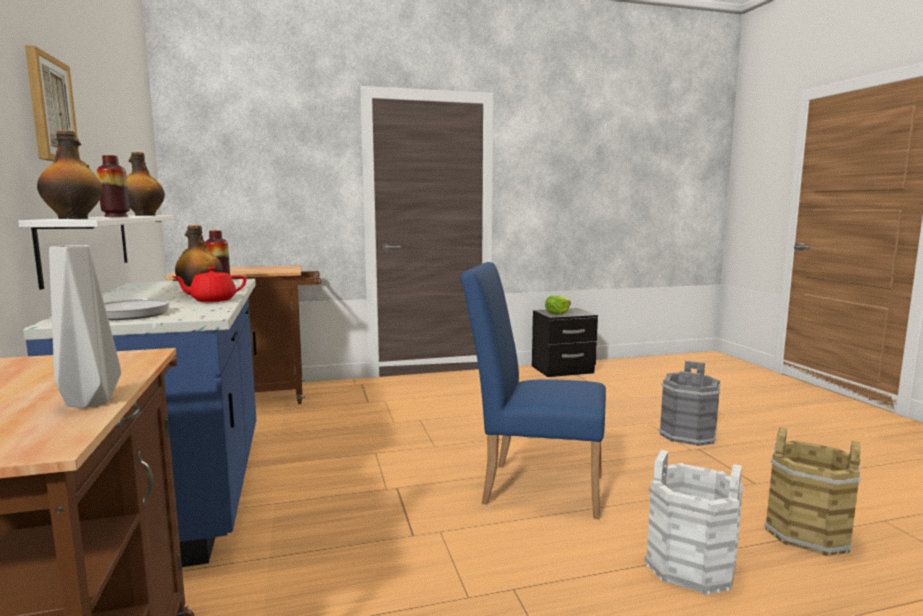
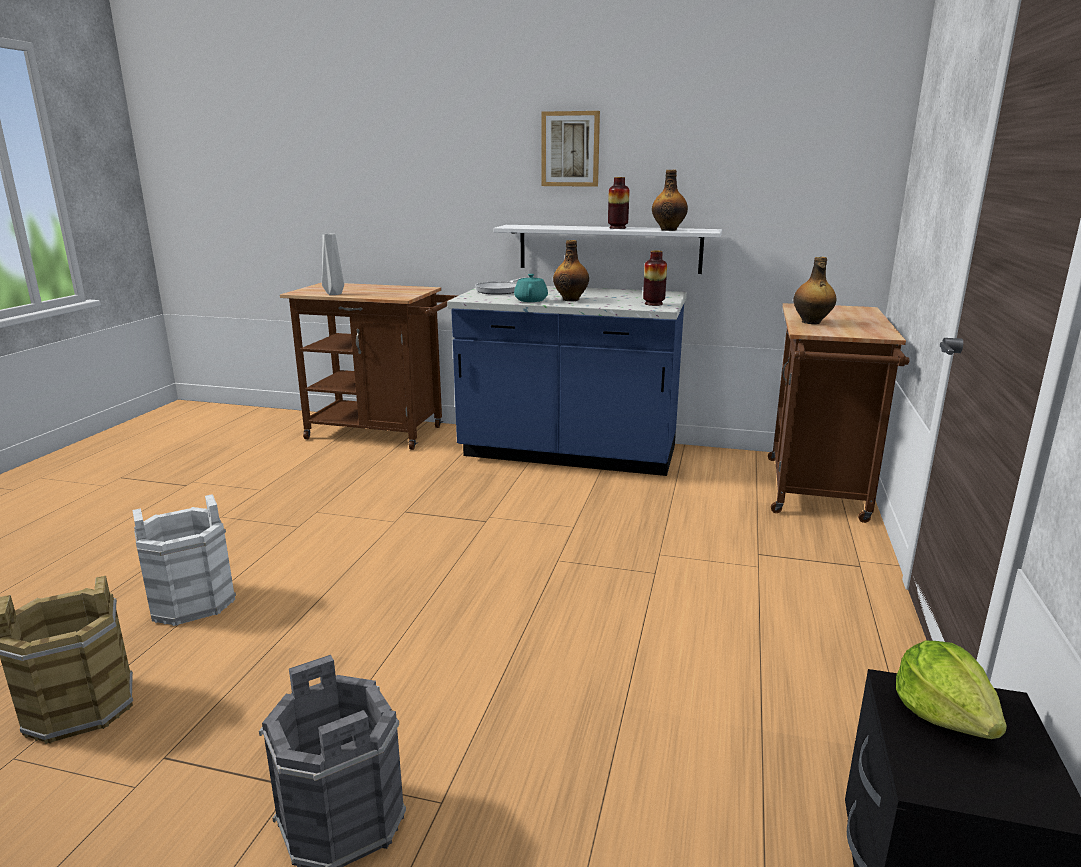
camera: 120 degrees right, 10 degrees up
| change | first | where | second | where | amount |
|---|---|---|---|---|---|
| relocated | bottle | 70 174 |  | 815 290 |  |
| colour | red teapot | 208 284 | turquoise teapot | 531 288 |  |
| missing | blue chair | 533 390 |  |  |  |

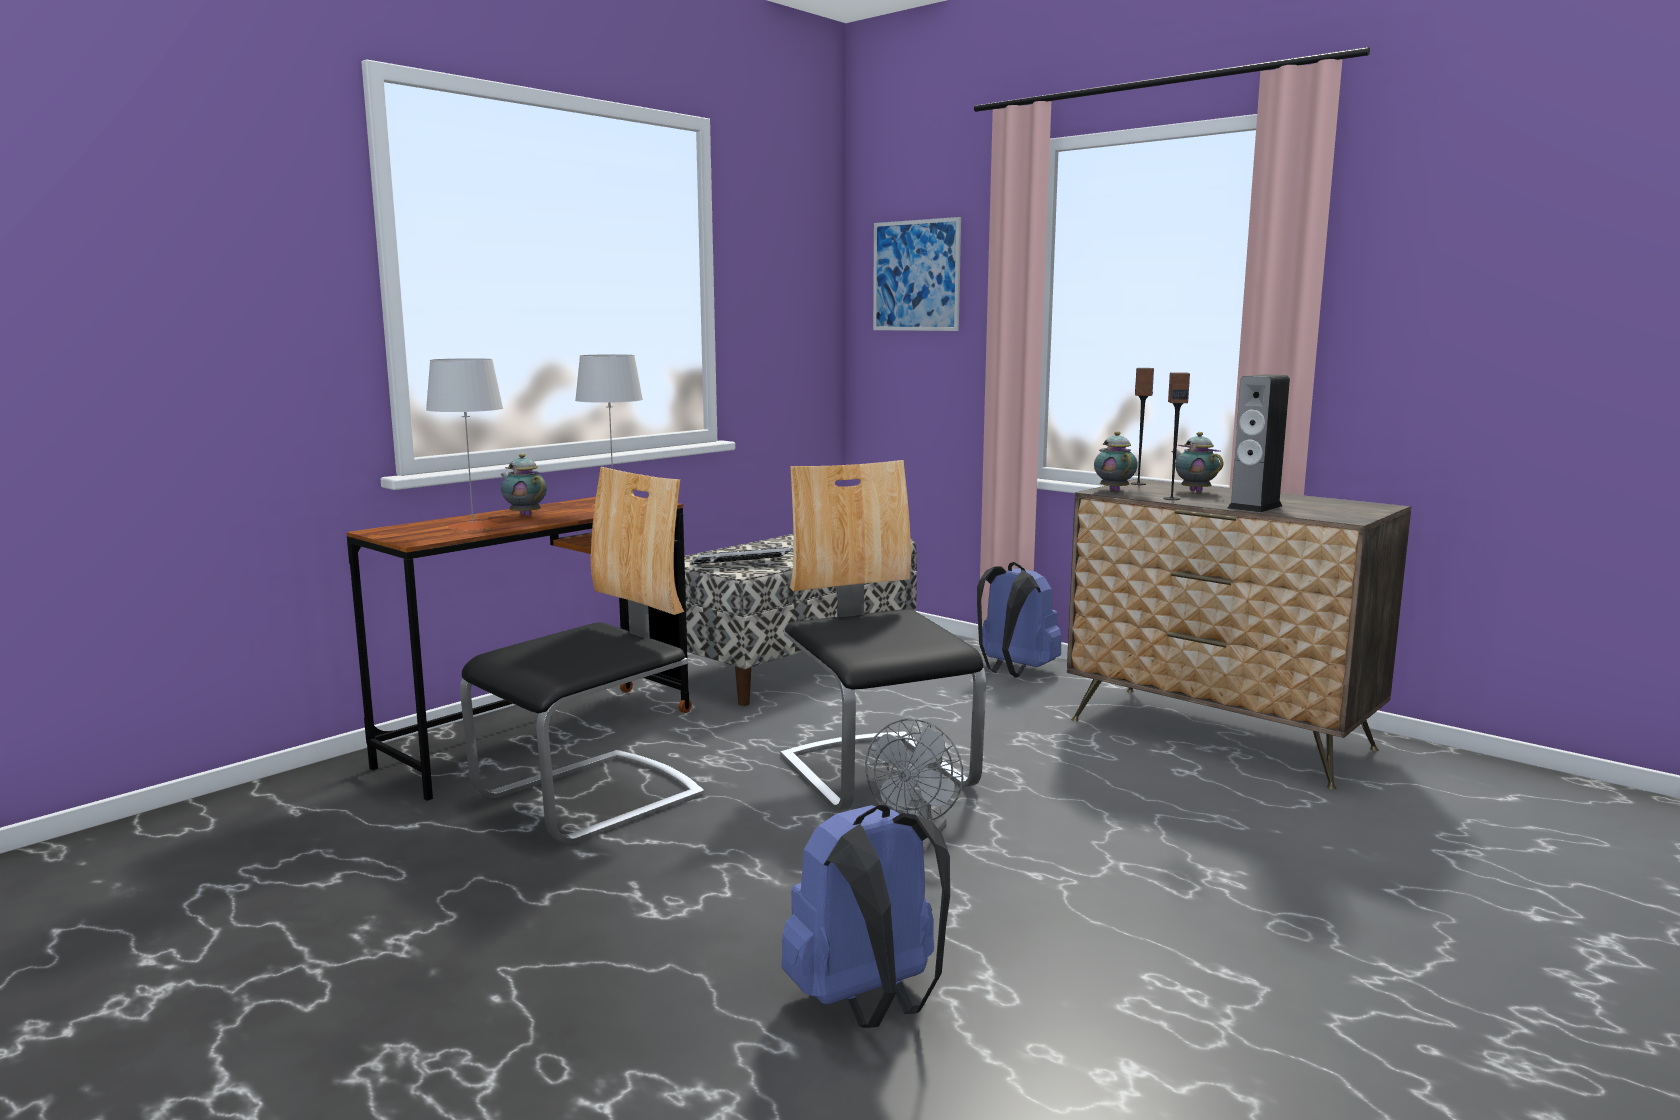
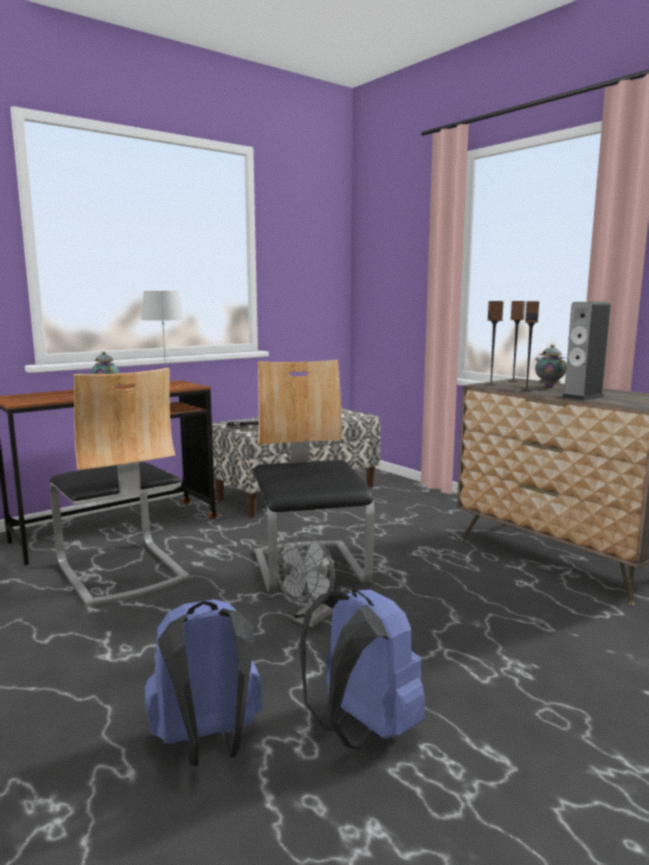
camera: 10 degrees right, 0 degrees up
| change | first | where | second | where | amount |
|---|---|---|---|---|---|
| missing | grey table lamp | 464 444 |  |  |  |
| spun | chair | 582 655 |  | 120 487 | 90 degrees clockwise |
| missing | picture | 917 274 |  |  |  |
| relocated | blue backpack | 1019 620 |  | 362 668 |  |
| exchanged | teapot | 1116 461 | speaker | 495 343 |  |

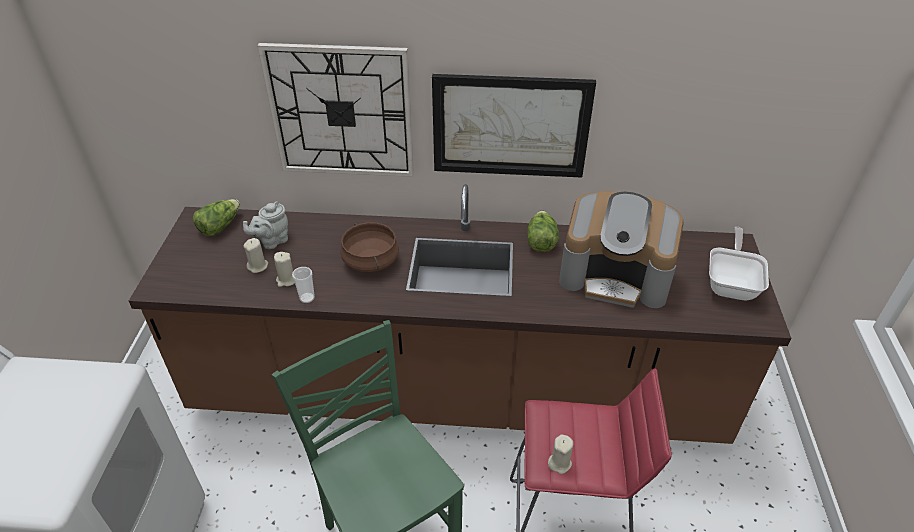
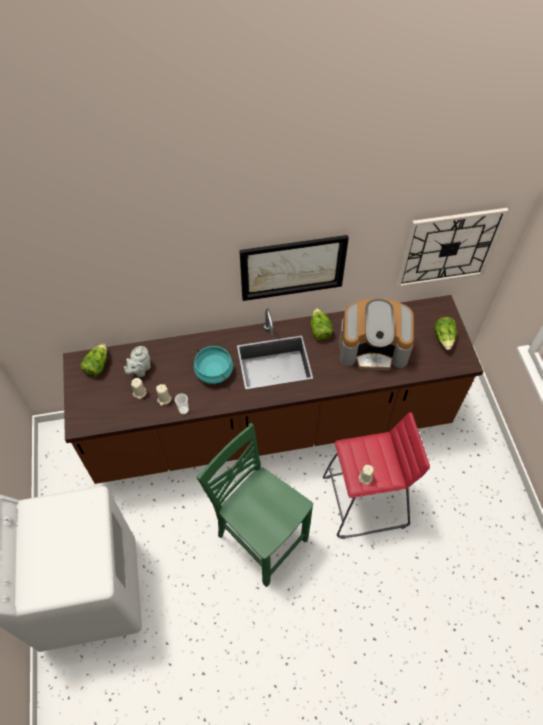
camera: 15 degrees left, 15 degrees up
| change | first | where | second | where | amount |
|---|---|---|---|---|---|
| relocated | wall clock | 335 110 |  | 453 247 |  |
| colour | brown cooking pot | 369 247 | turquoise cooking pot | 213 365 |  |
| exchanged | frying pan | 739 263 | lettuce | 445 333 |  |

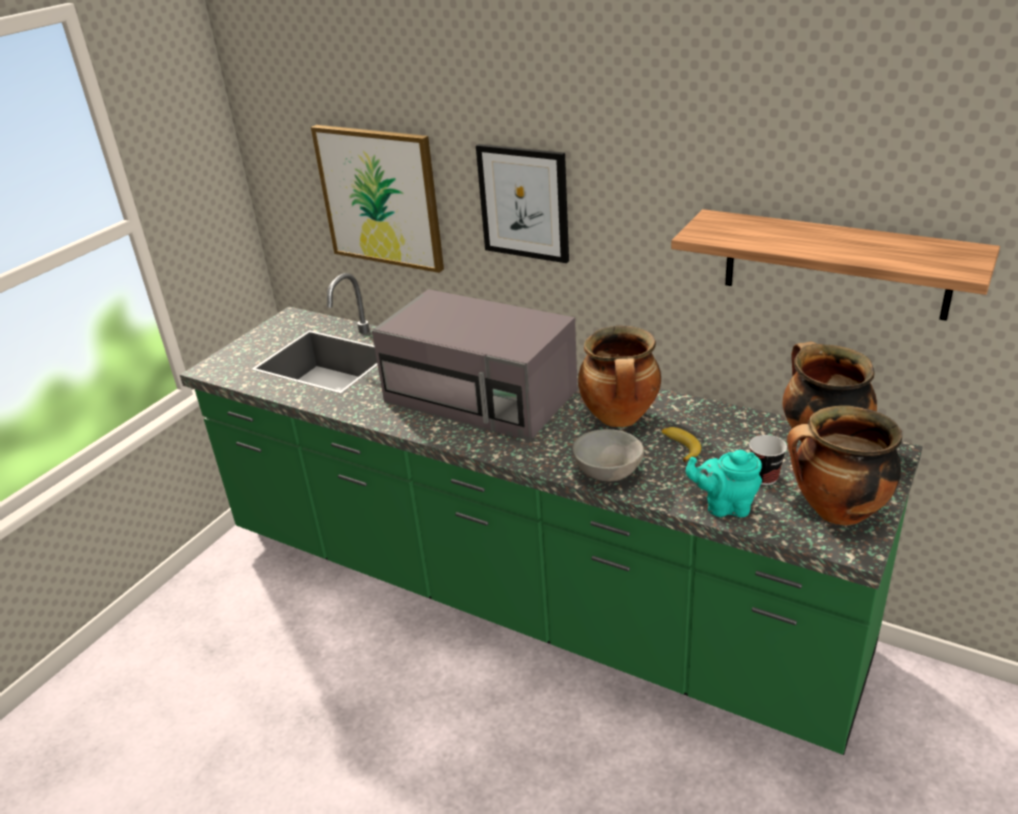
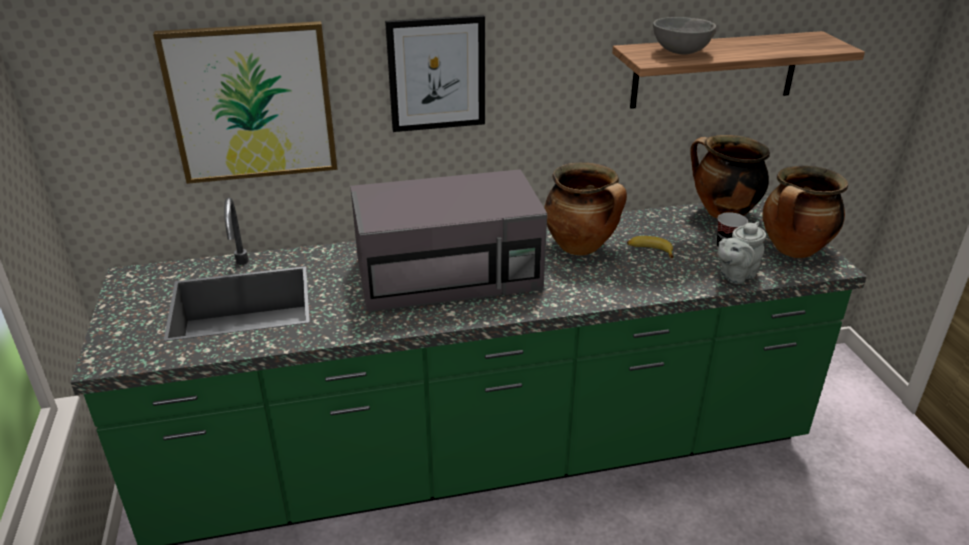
camera: 45 degrees left, 0 degrees up
| change | first | where | second | where | amount |
|---|---|---|---|---|---|
| relocated | grey bowl | 608 455 |  | 684 35 |  |
| colour | turquoise teapot | 724 483 | grey teapot | 742 253 |  |

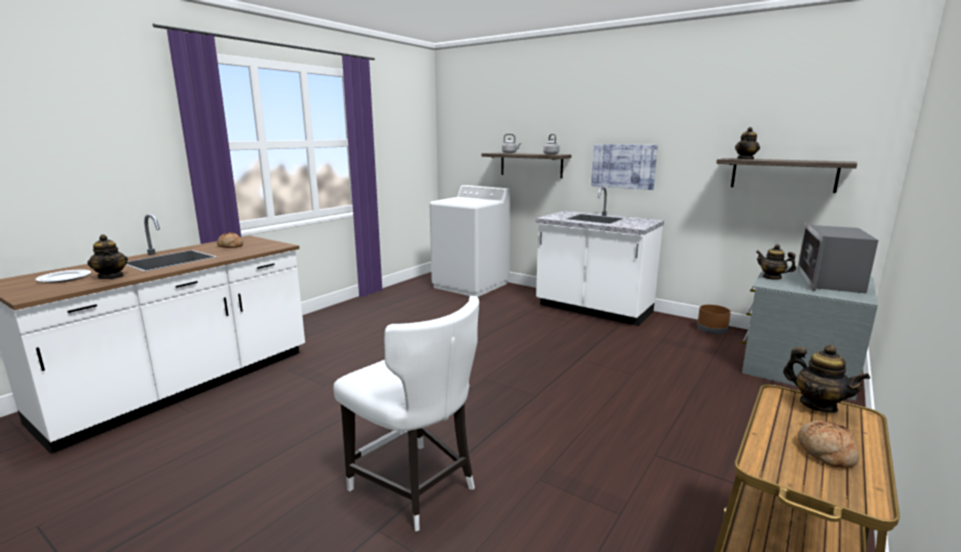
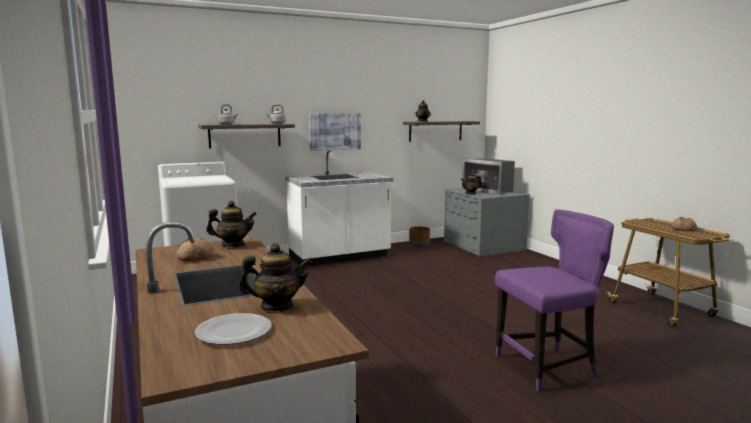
camera: 60 degrees left, 5 degrees down
| change | first | where | second | where | amount |
|---|---|---|---|---|---|
| colour | white chair | 406 414 | purple chair | 554 300 |  |
| relocated | teapot | 826 379 |  | 231 224 |  |

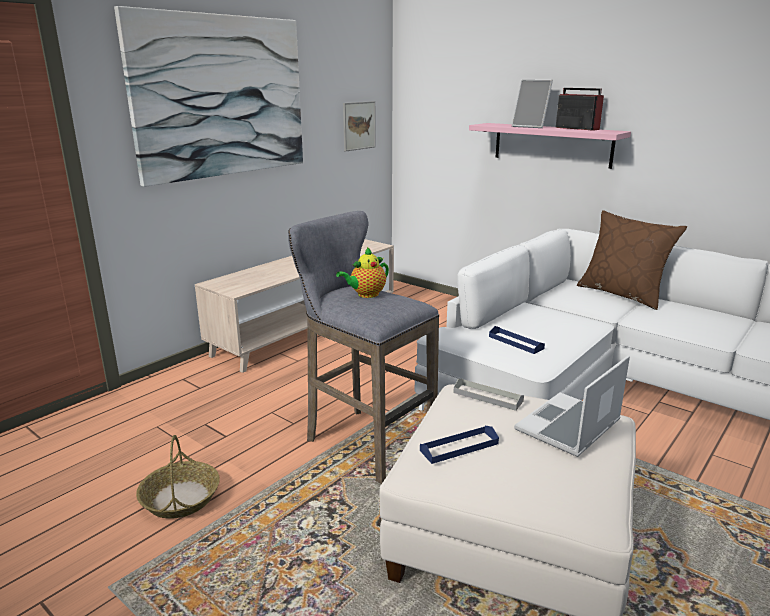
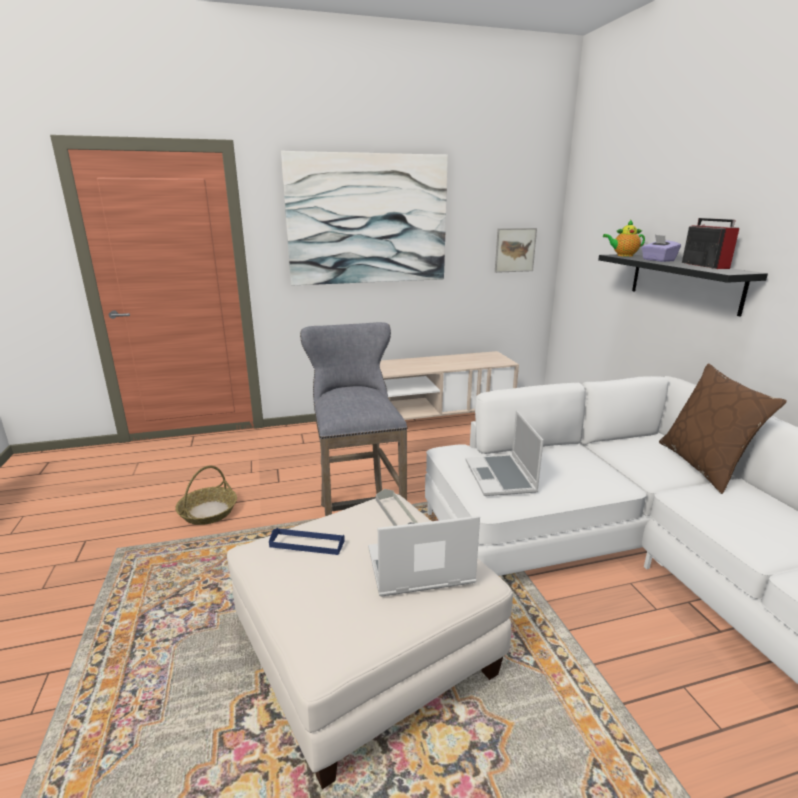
camera: 35 degrees right, 0 degrees up
| change | first | where | second | where | amount |
|---|---|---|---|---|---|
| relocated | teapot | 362 272 |  | 624 238 |  |
| colour | pink shelf | 550 146 | black shelf | 683 285 |  |
| exchanged | blue tray | 517 340 | laptop | 504 453 |  |
| exchanged | picture frame | 532 103 | purple tissue box | 661 248 |  |

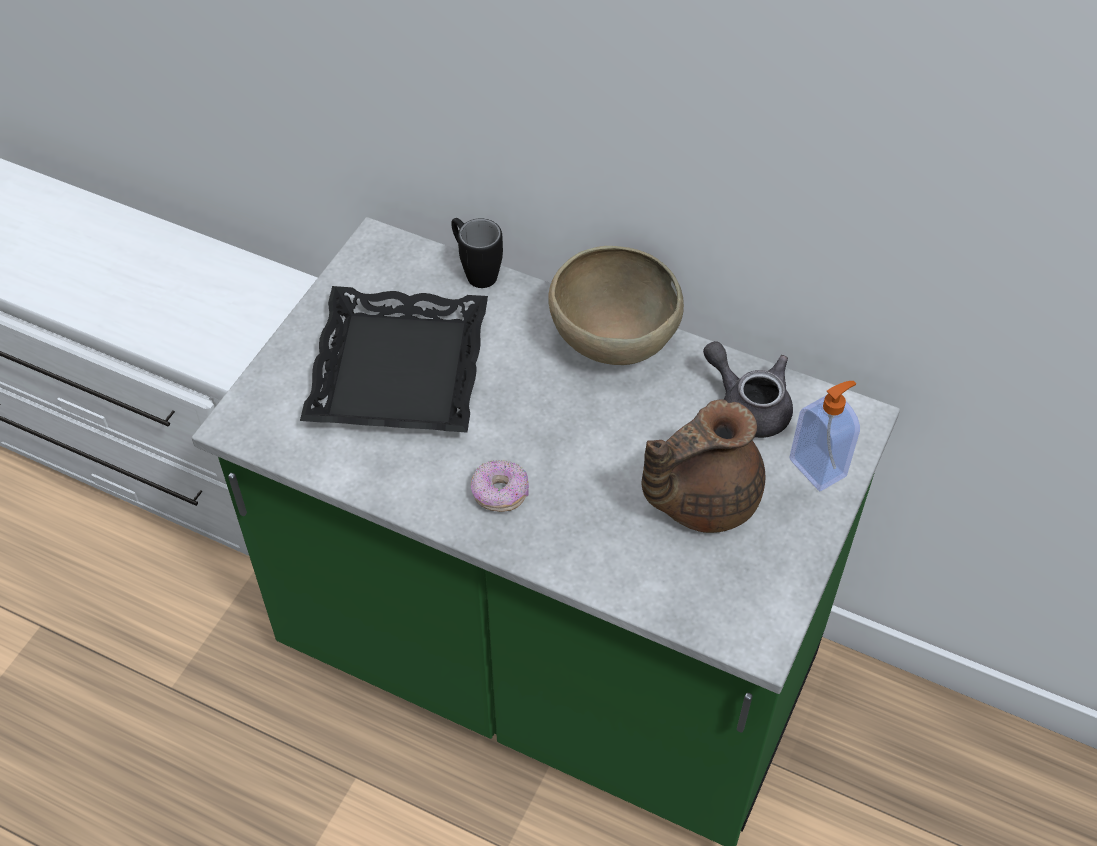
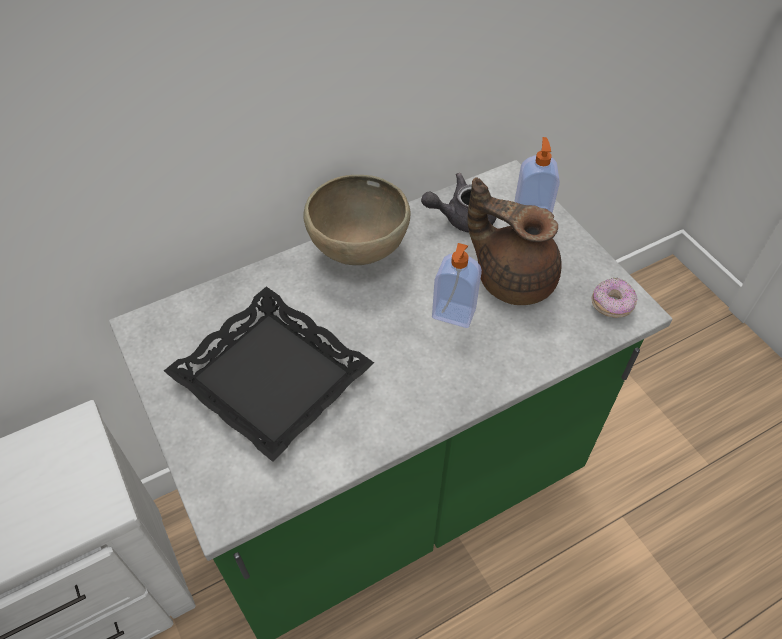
camera: 55 degrees left, 0 degrees up
| change | first | where | second | where | amount |
|---|---|---|---|---|---|
| missing | black mug | 477 253 |  |  |  |
| relocated | donut | 500 486 |  | 614 298 |  |
| spun | brown teapot | 703 466 |  | 515 241 | 120 degrees clockwise |
| appeared |  |  | soap dispenser | 457 285 |  |

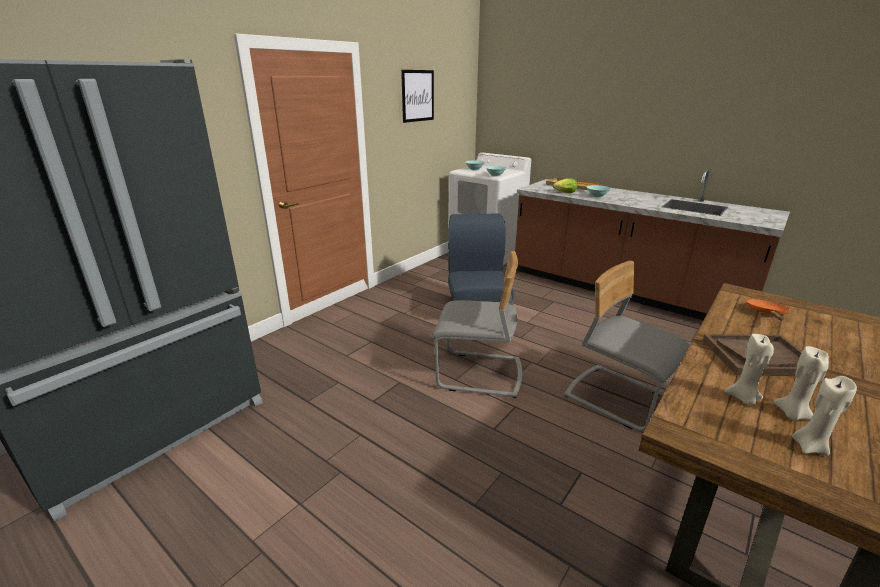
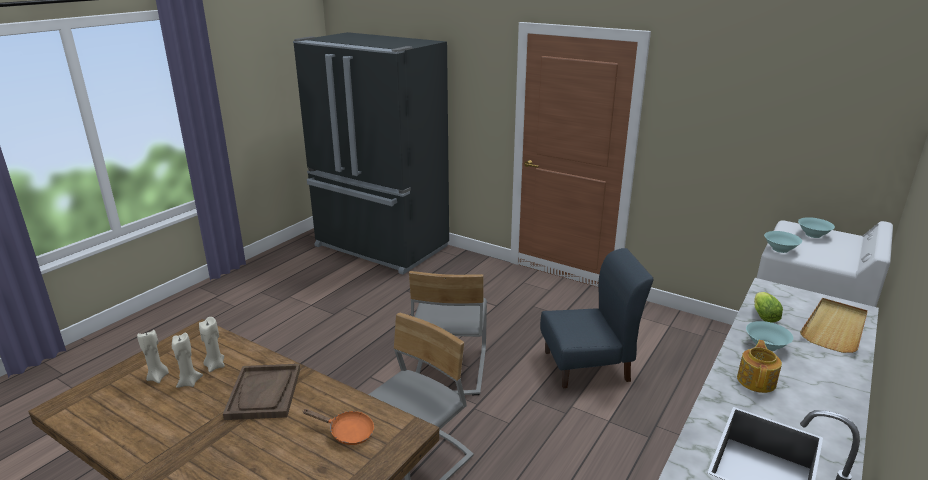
camera: 85 degrees right, 0 degrees up
| change | first | where | second | where | amount |
|---|---|---|---|---|---|
| missing | picture | 417 96 |  |  |  |
| appeared |  |  | teapot | 759 366 |  |

